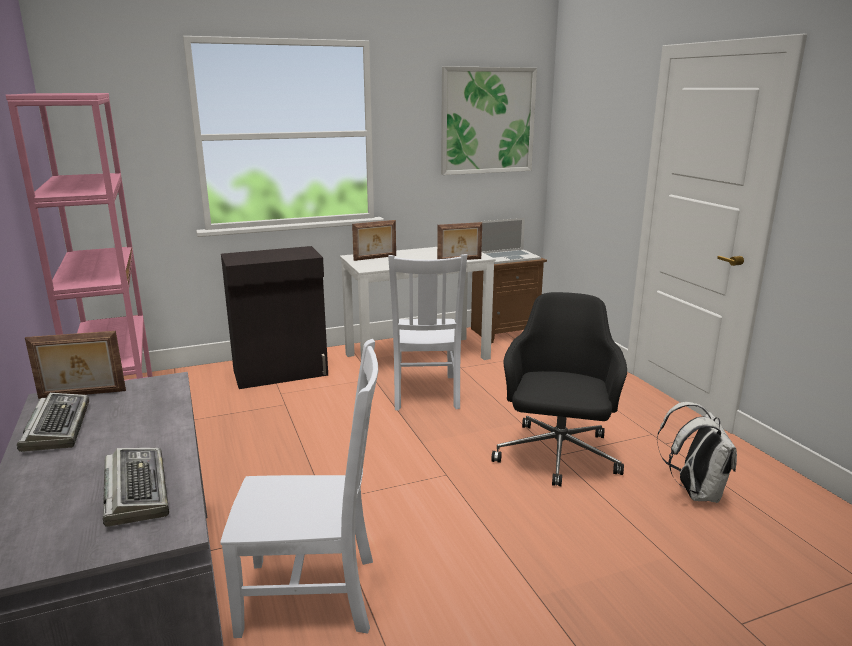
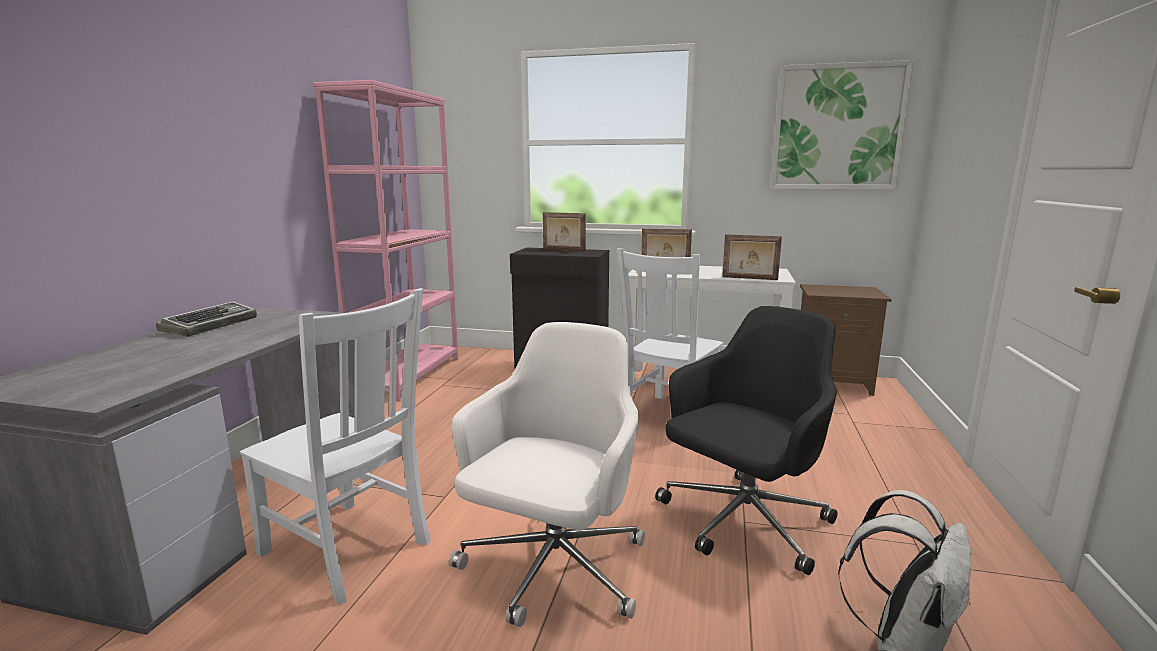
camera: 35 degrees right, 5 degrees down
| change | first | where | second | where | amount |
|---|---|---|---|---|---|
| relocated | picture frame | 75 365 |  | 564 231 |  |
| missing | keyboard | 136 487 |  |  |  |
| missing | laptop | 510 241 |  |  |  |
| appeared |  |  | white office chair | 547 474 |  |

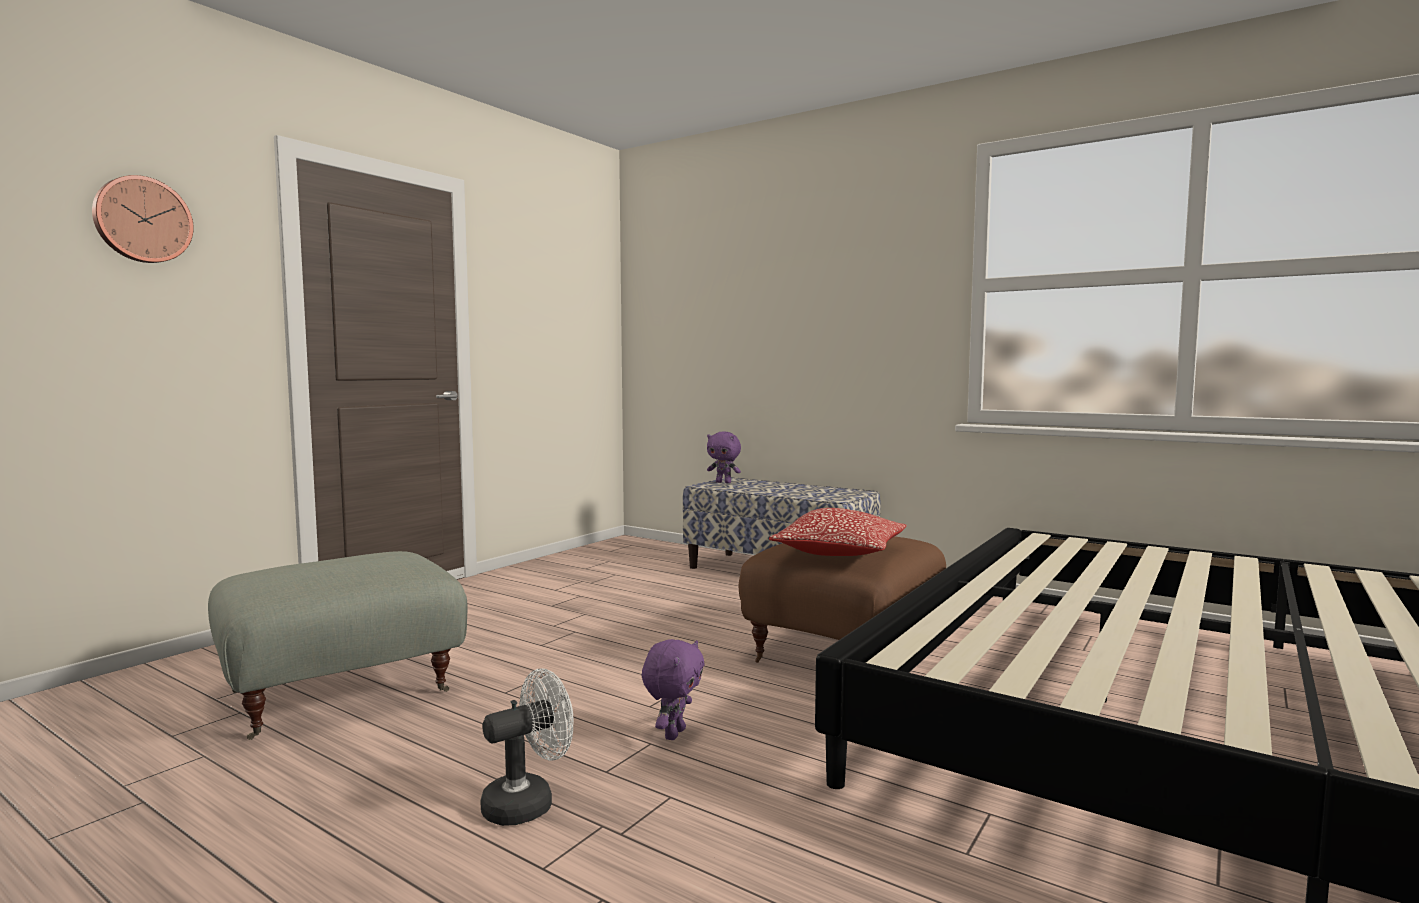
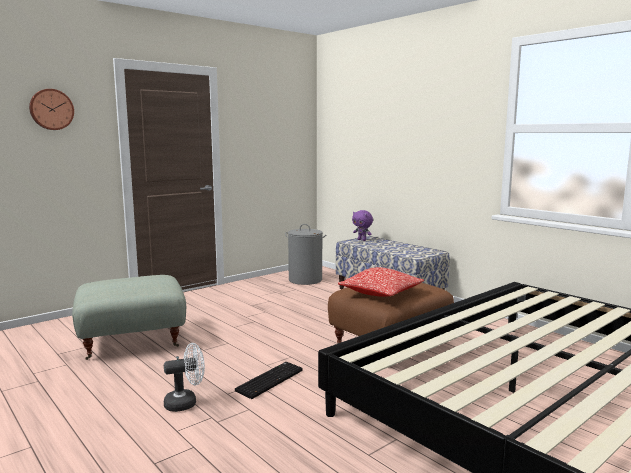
camera: 15 degrees right, 5 degrees up
| change | first | where | second | where | amount |
|---|---|---|---|---|---|
| exchanged | purple plush toy | 673 689 | keyboard | 269 380 |  |
| appeared |  |  | grey laundry basket | 305 254 |  |

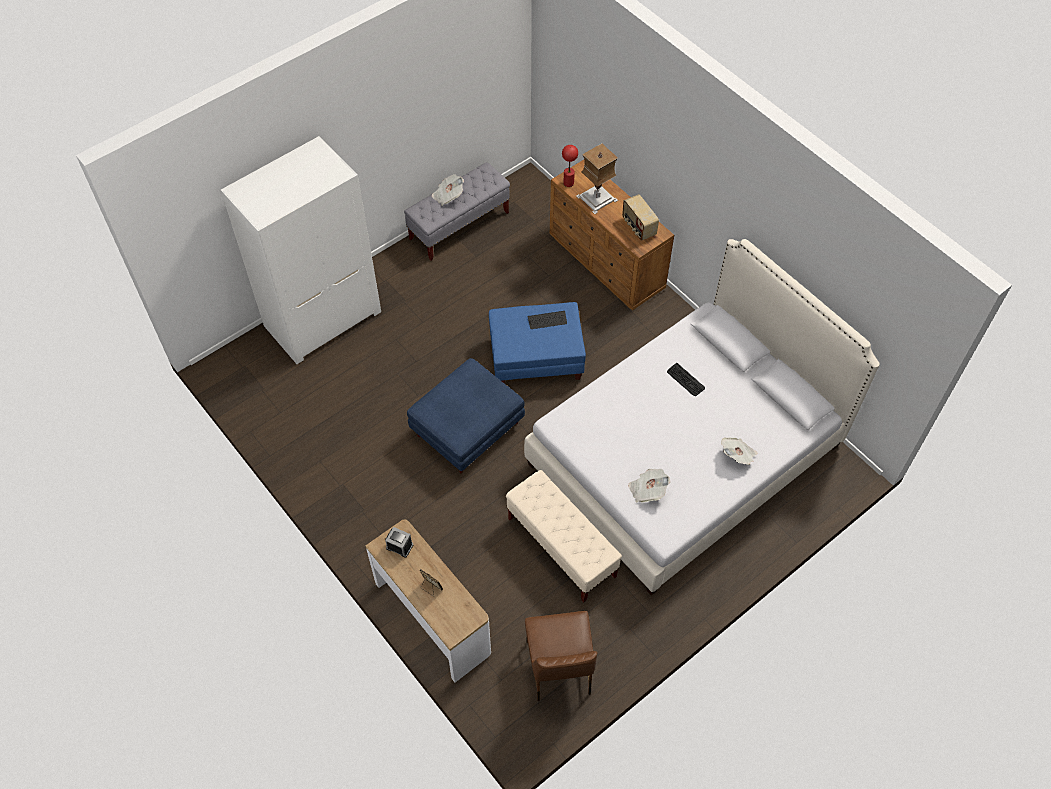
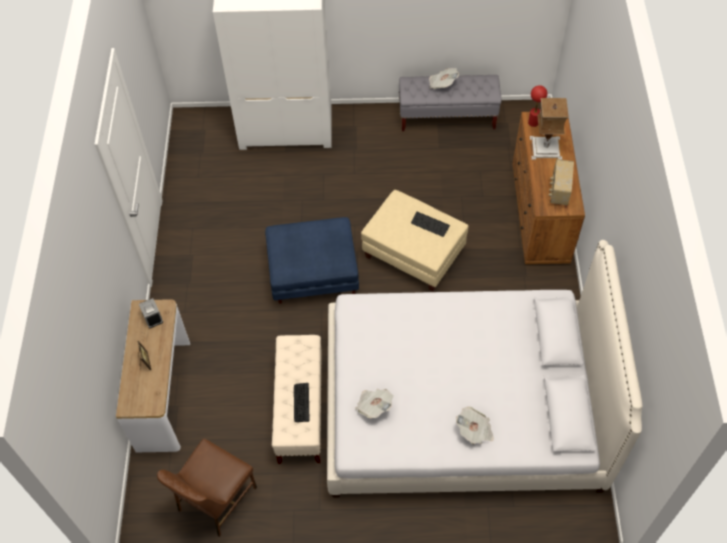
camera: 40 degrees right, 0 degrees up
| change | first | where | second | where | amount |
|---|---|---|---|---|---|
| colour | blue ottoman | 537 342 | beige ottoman | 414 241 |  |
| relocated | keyboard | 686 379 |  | 301 402 |  |

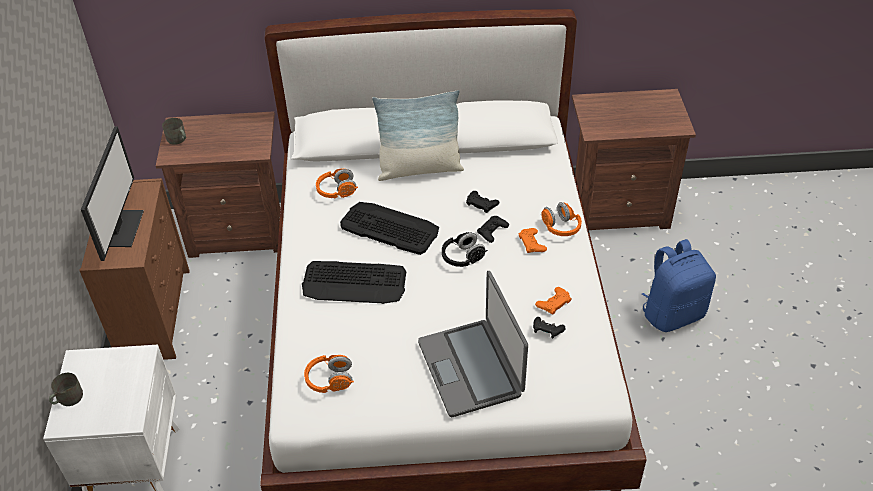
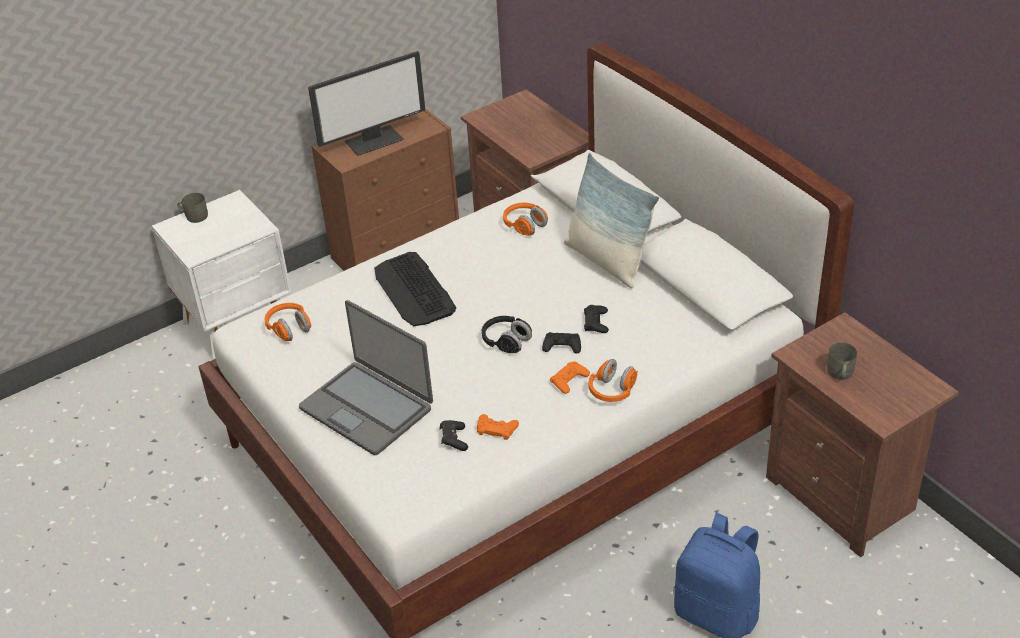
camera: 60 degrees right, 5 degrees down
| change | first | where | second | where | amount |
|---|---|---|---|---|---|
| relocated | grey mug | 174 131 |  | 842 361 |  |
| missing | keyboard | 389 228 |  |  |  |
| spun | laptop | 473 344 |  | 366 377 | 90 degrees counterclockwise |

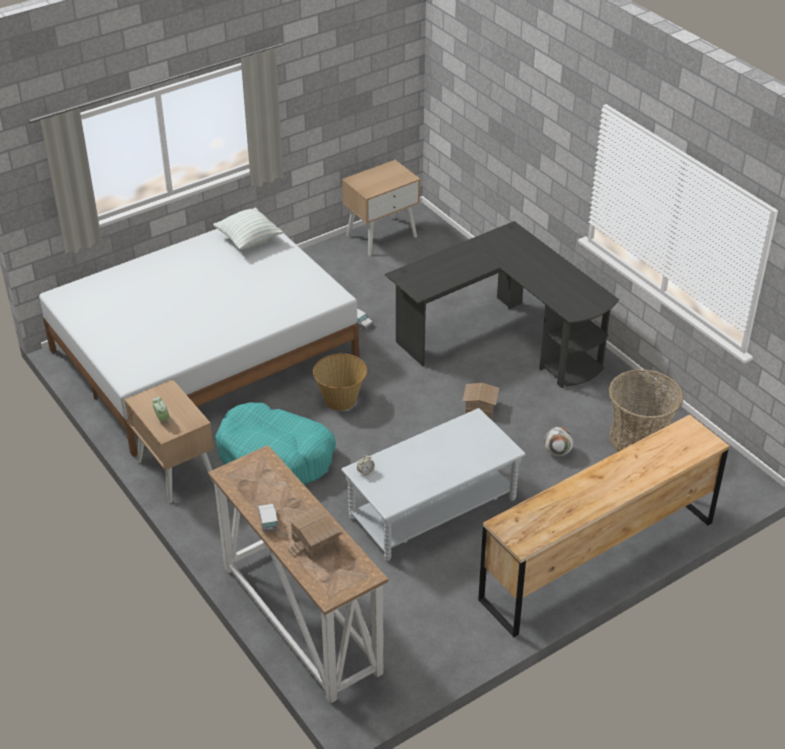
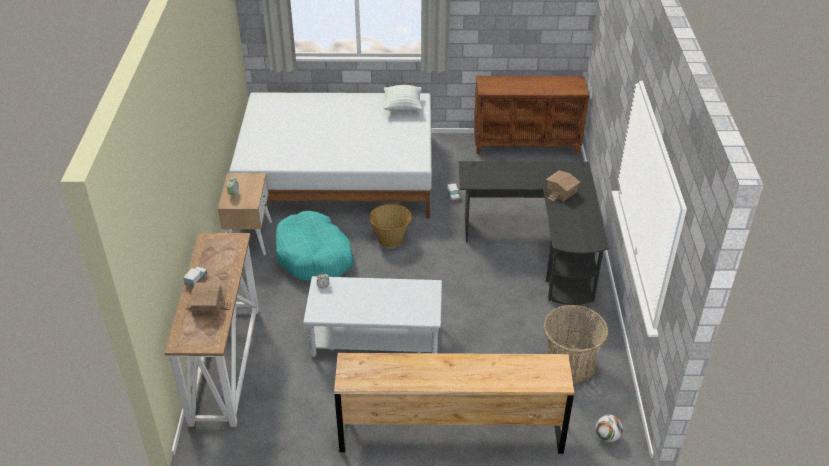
camera: 35 degrees right, 0 degrees up
| change | first | where | second | where | amount |
|---|---|---|---|---|---|
| exchanged | beige nightstand | 381 208 | brown cabinet | 531 115 |  |
| relocated | toy house | 481 400 |  | 562 186 |  |
| relocated | football | 559 441 |  | 609 428 |  |

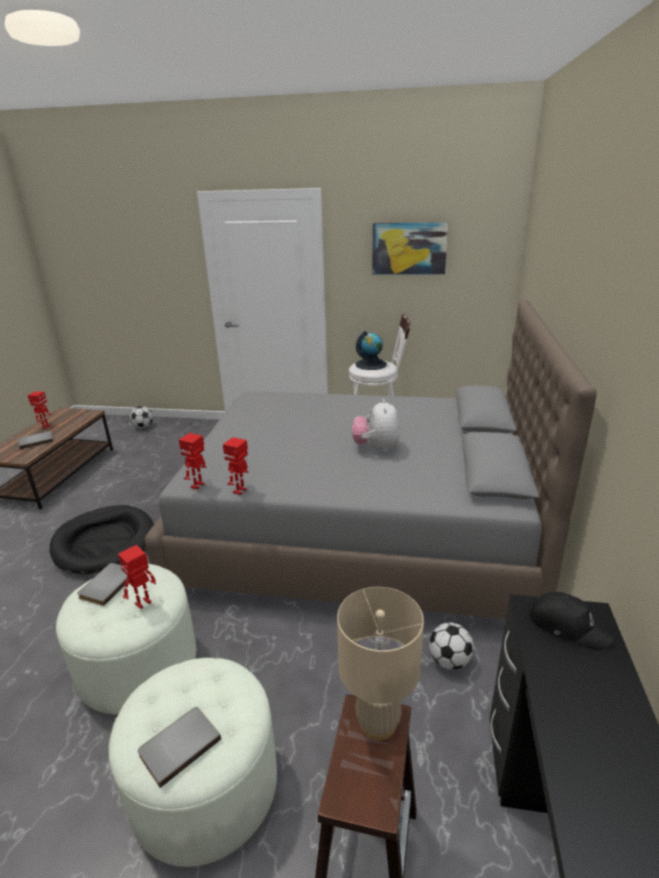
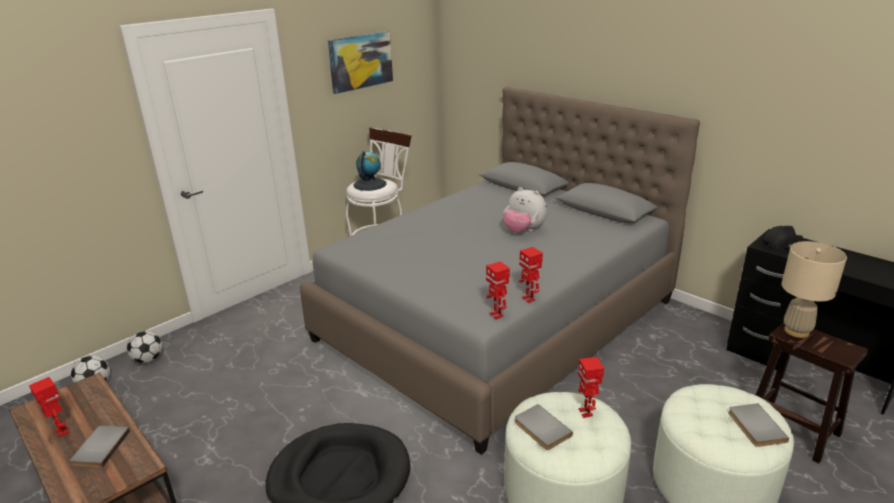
camera: 55 degrees left, 0 degrees up
| change | first | where | second | where | amount |
|---|---|---|---|---|---|
| relocated | football | 451 645 |  | 144 347 |  |

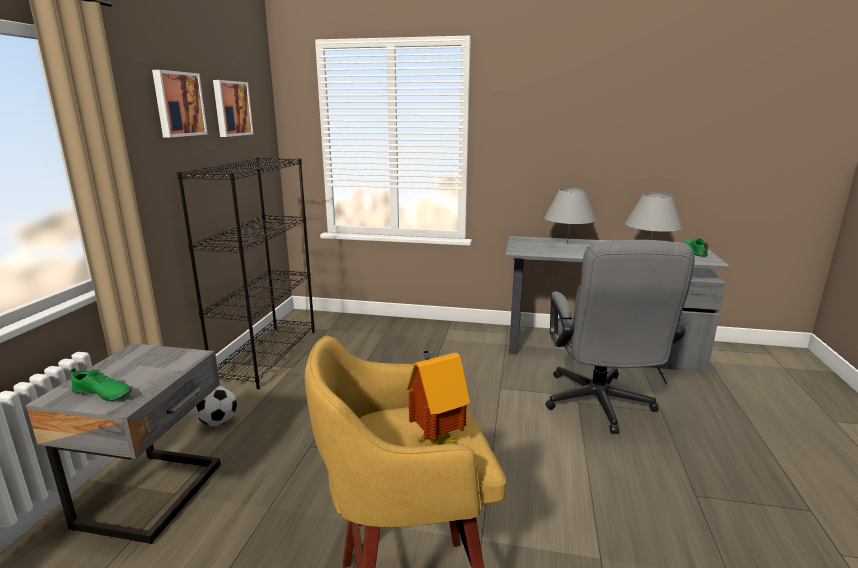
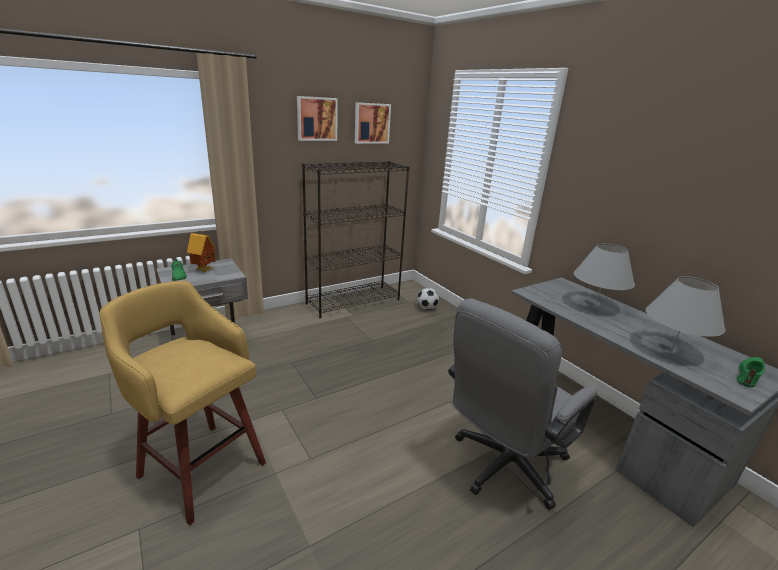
camera: 45 degrees right, 5 degrees up
| change | first | where | second | where | amount |
|---|---|---|---|---|---|
| relocated | football | 216 406 |  | 428 299 |  |
| relocated | toy house | 438 398 |  | 201 251 |  |

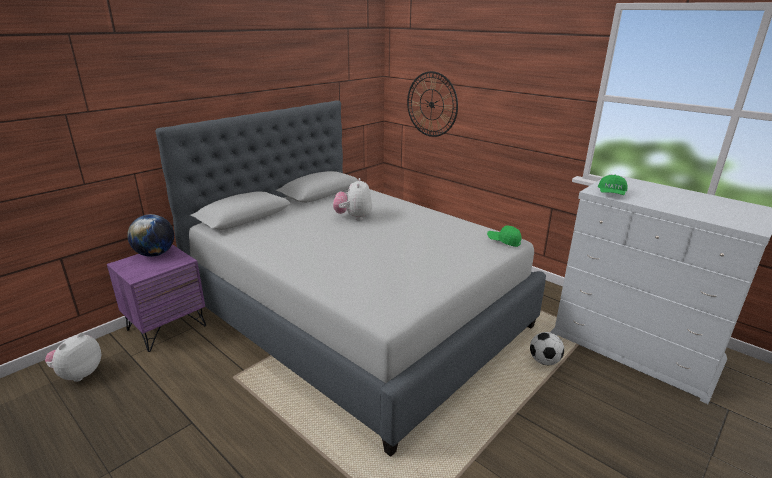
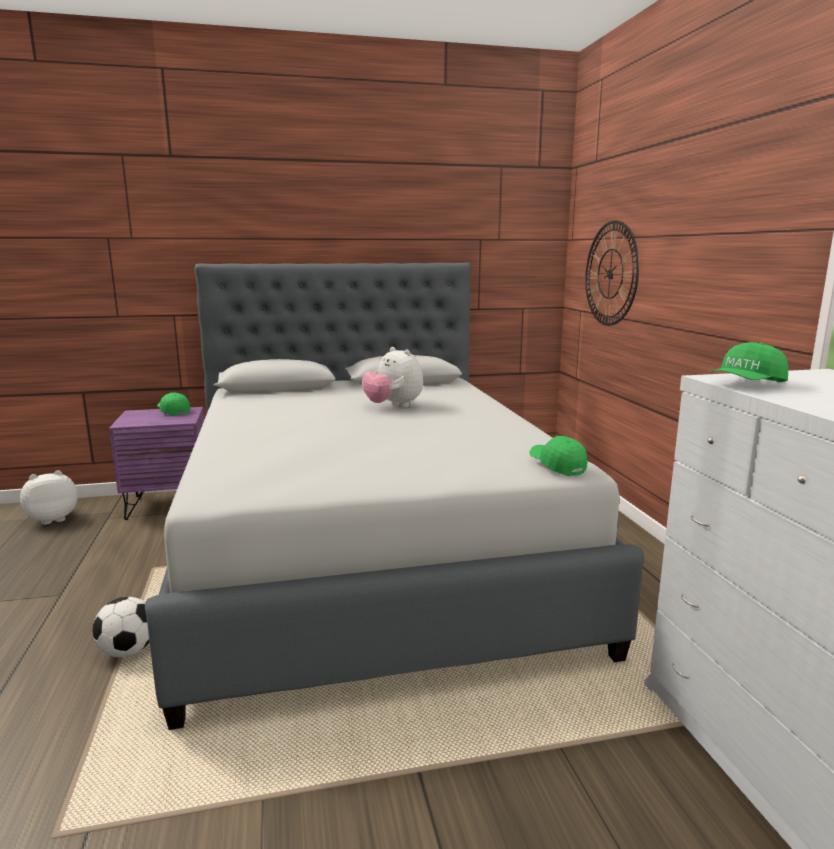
camera: 35 degrees right, 10 degrees down
| change | first | where | second | where | amount |
|---|---|---|---|---|---|
| exchanged | globe | 150 235 | green cap | 174 404 |  |
| spun | plush toy | 352 199 |  | 392 377 | 75 degrees counterclockwise |
| relocated | football | 547 348 |  | 120 627 |  |

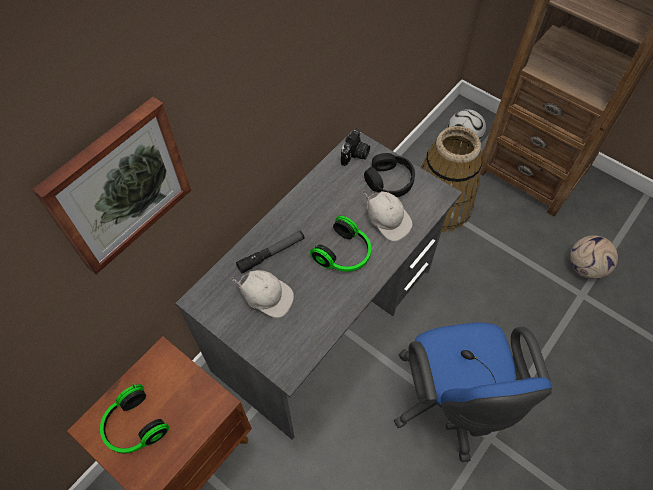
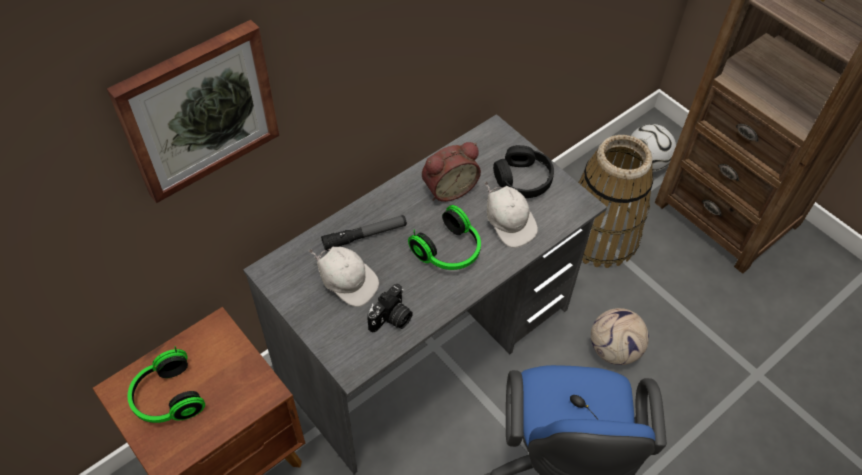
camera: 10 degrees right, 5 degrees down
| change | first | where | second | where | amount |
|---|---|---|---|---|---|
| relocated | photo camera | 355 147 |  | 390 308 |  |
| relocated | football | 594 257 |  | 620 336 |  |
| appeared |  |  | alarm clock | 451 172 |  |

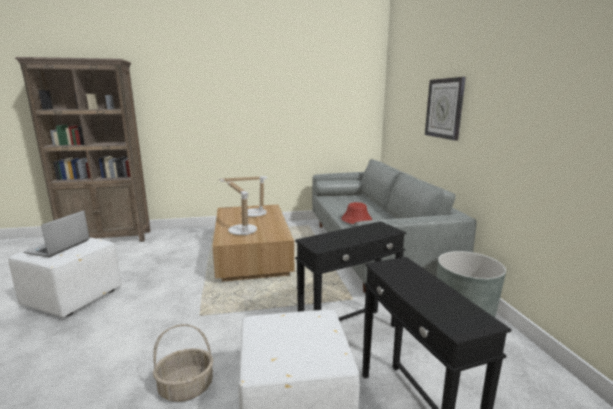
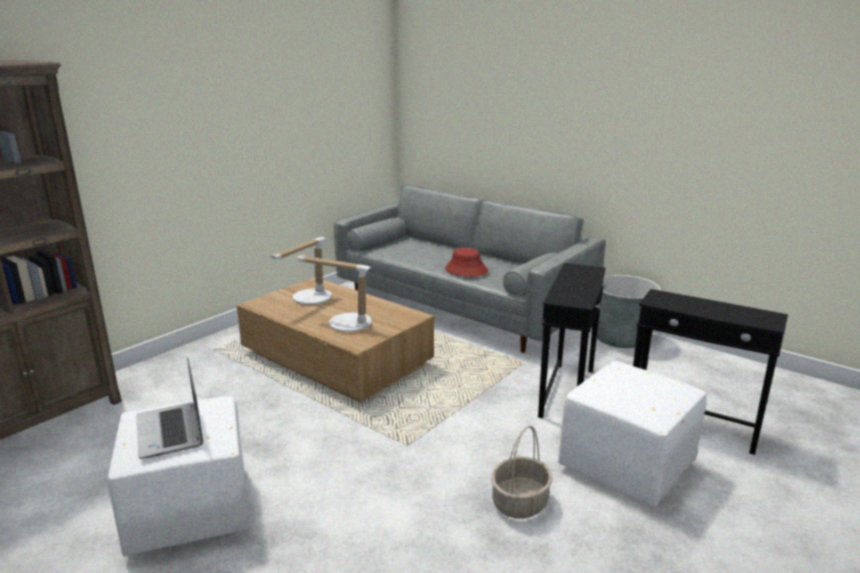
camera: 40 degrees left, 5 degrees up
| change | first | where | second | where | amount |
|---|---|---|---|---|---|
| missing | wall clock | 445 109 |  |  |  |

